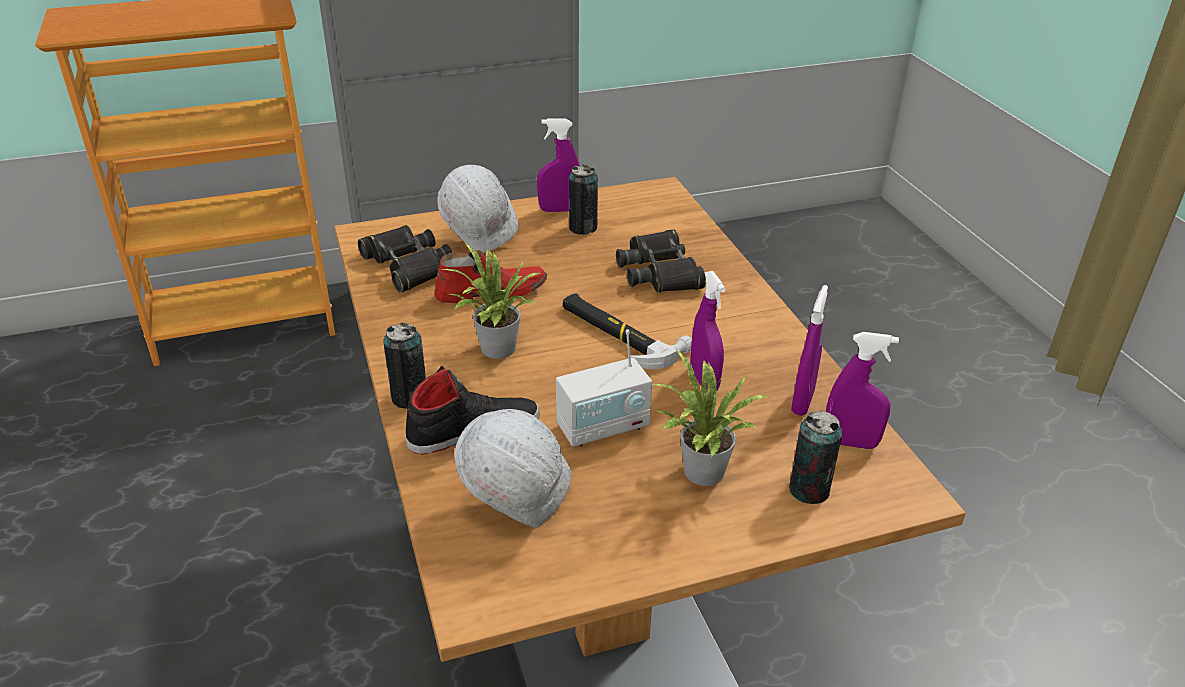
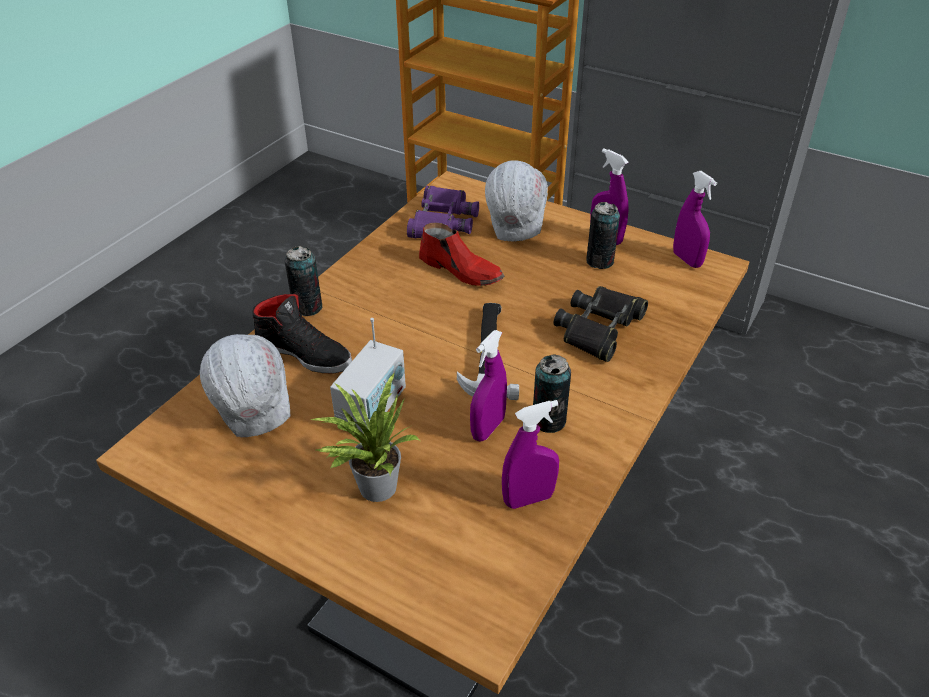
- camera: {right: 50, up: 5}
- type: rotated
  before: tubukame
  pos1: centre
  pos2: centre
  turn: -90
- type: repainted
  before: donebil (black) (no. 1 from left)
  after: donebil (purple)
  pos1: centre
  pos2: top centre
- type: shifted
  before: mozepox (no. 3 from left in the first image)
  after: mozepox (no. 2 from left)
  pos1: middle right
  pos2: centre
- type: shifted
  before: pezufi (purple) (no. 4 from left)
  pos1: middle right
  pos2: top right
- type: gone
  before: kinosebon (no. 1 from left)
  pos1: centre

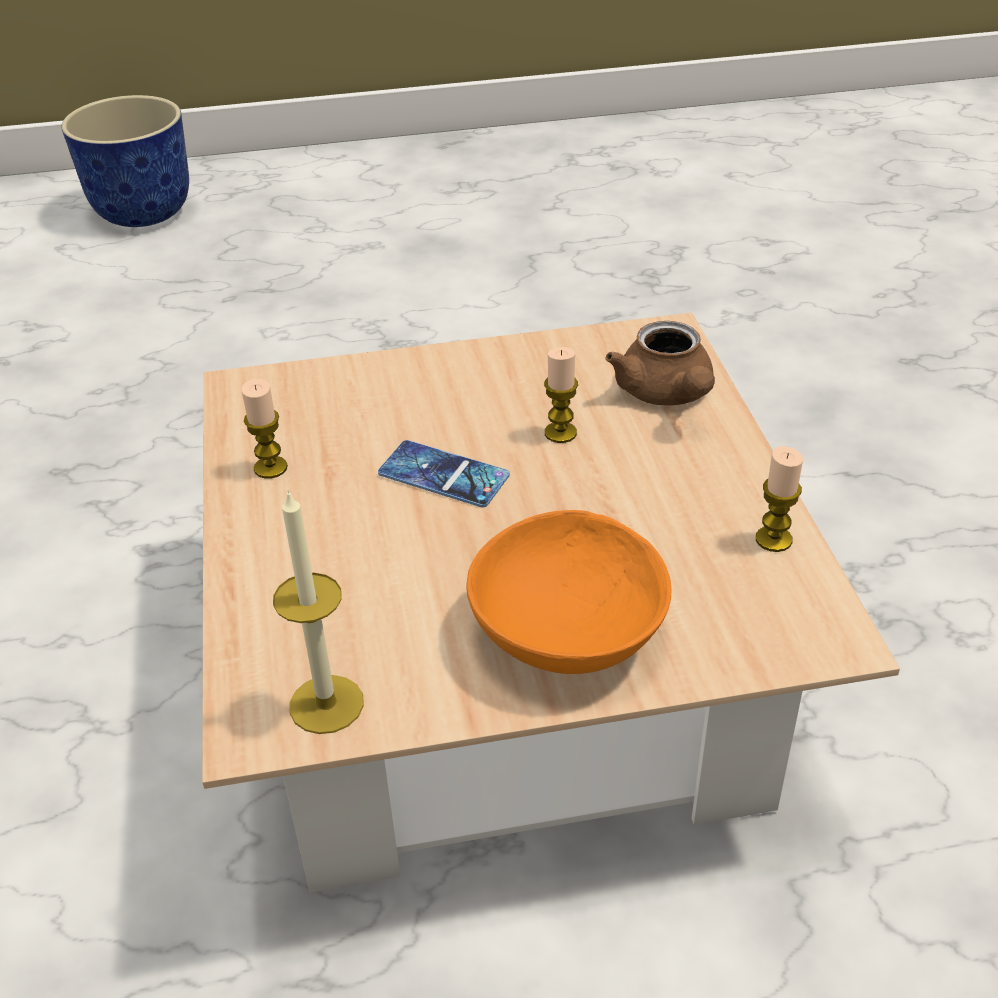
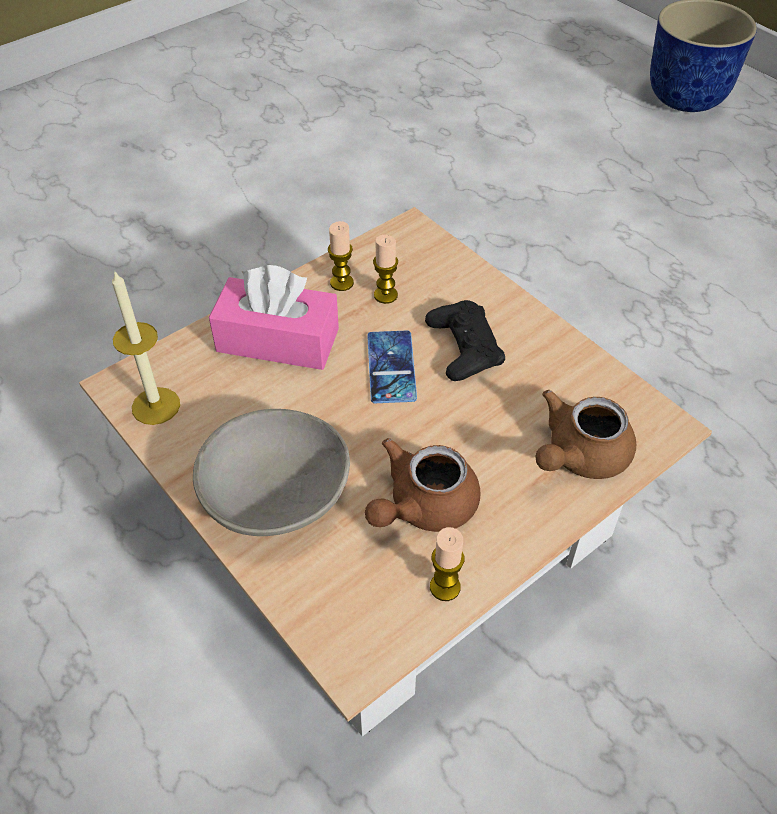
- camera: {right: 60, up: 10}
- type: repainted
  before: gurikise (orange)
  after: gurikise (grey)
  pos1: centre
  pos2: centre
- type: new
  after: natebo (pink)
  pos2: centre
- type: new
  after: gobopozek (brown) (no. 1 from left)
  pos2: centre
- type: shifted
  before: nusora (no. 3 from left)
  pos1: centre
  pos2: top centre
- type: new
  after: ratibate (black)
  pos2: centre

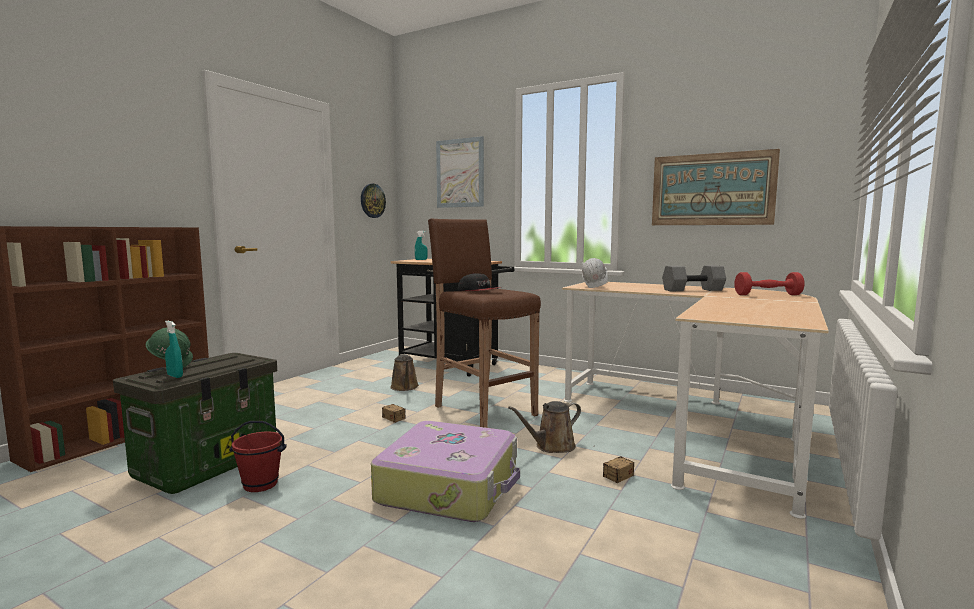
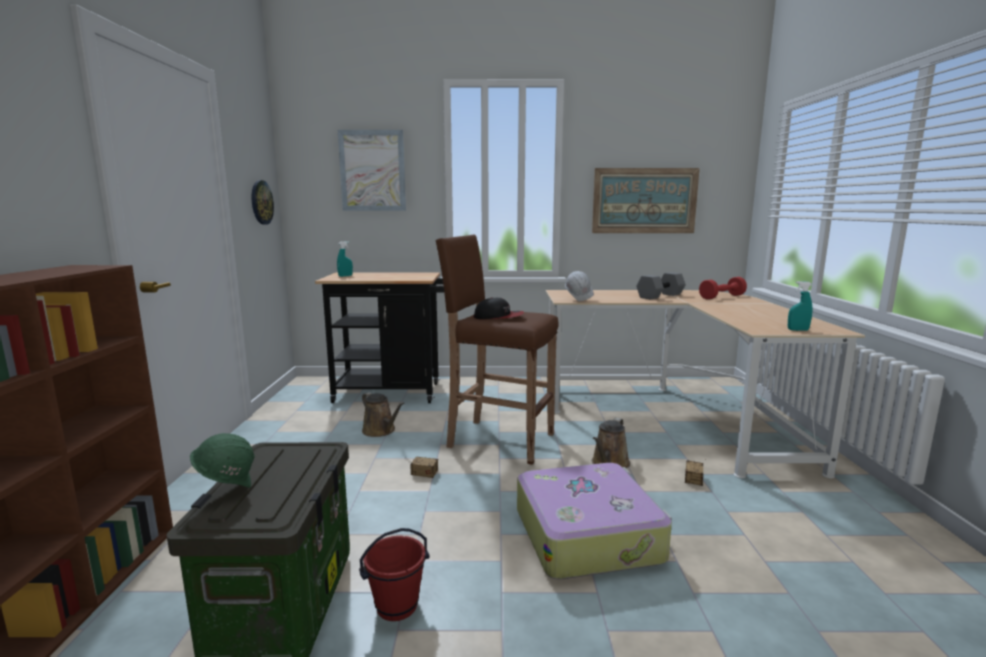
- camera: {right: -30, up: 5}
- type: shifted
  before: pezufi (turquoise) (no. 1 from left in the first image)
  after: pezufi (turquoise) (no. 2 from left)
  pos1: middle left
  pos2: middle right

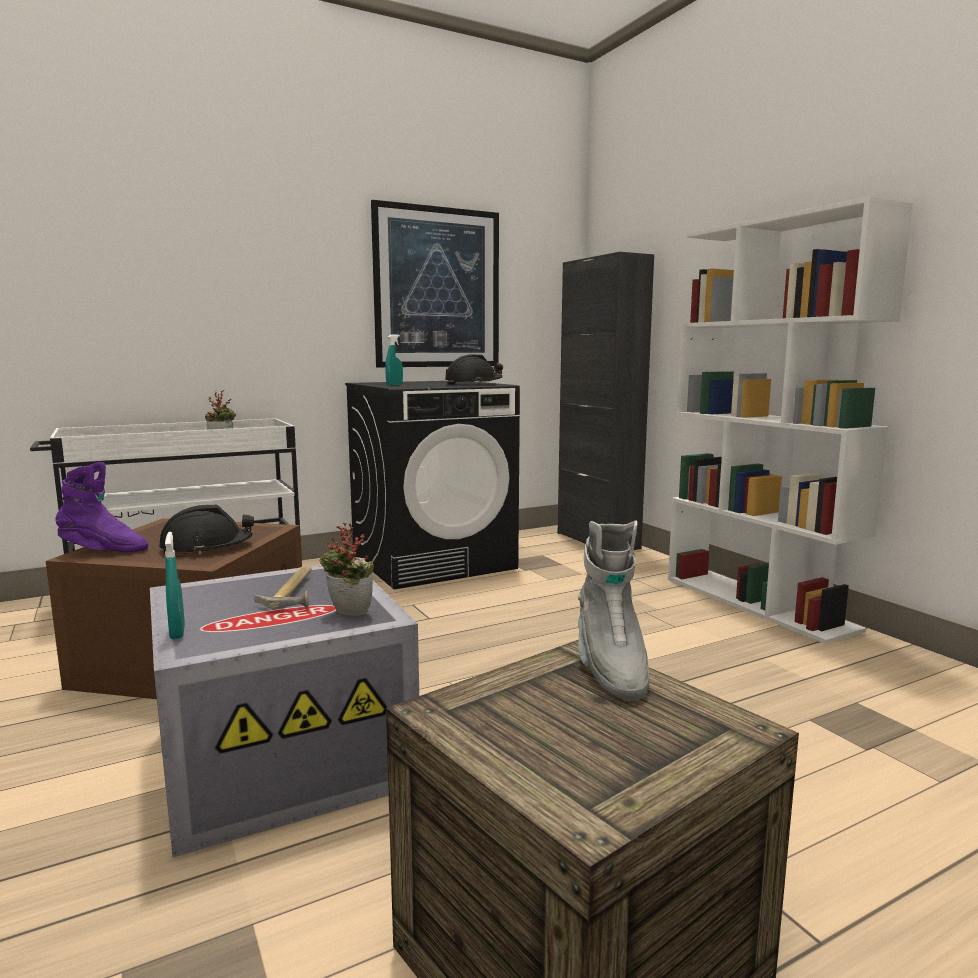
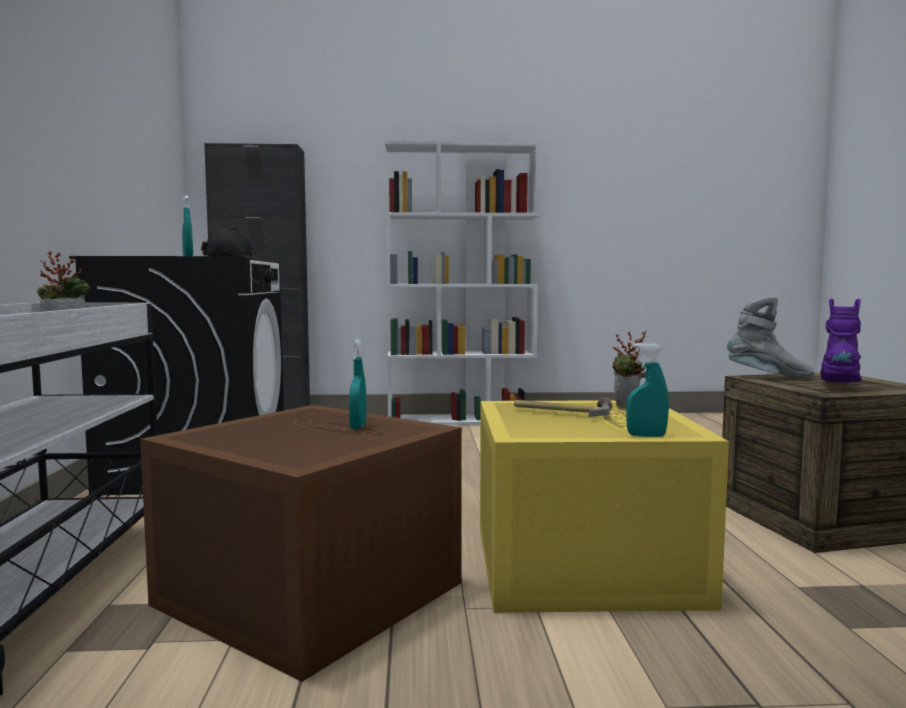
- camera: {right: -65, up: -5}
- type: swapped
  before: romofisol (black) (no. 1 from left)
  after: pezufi (turquoise) (no. 2 from left)
  pos1: middle left
  pos2: centre
- type: repainted
  before: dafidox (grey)
  after: dafidox (yellow)
  pos1: bottom left
  pos2: bottom right
- type: shifted
  before: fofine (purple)
  pos1: middle left
  pos2: middle right
- type: gone
  before: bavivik
  pos1: top centre

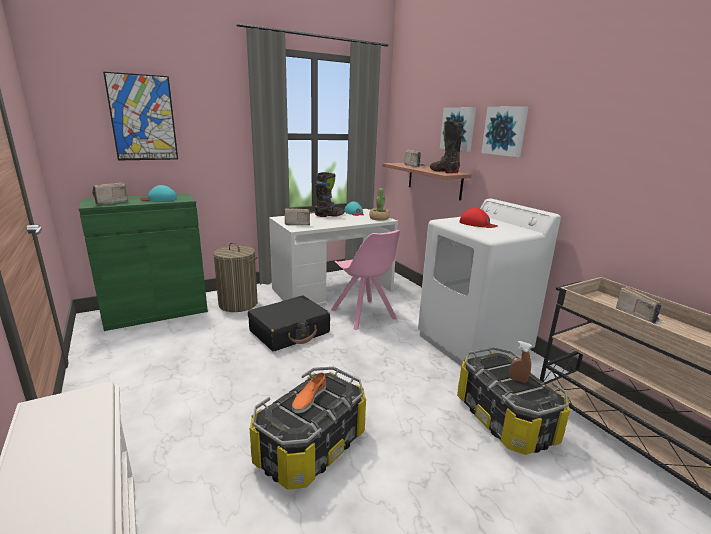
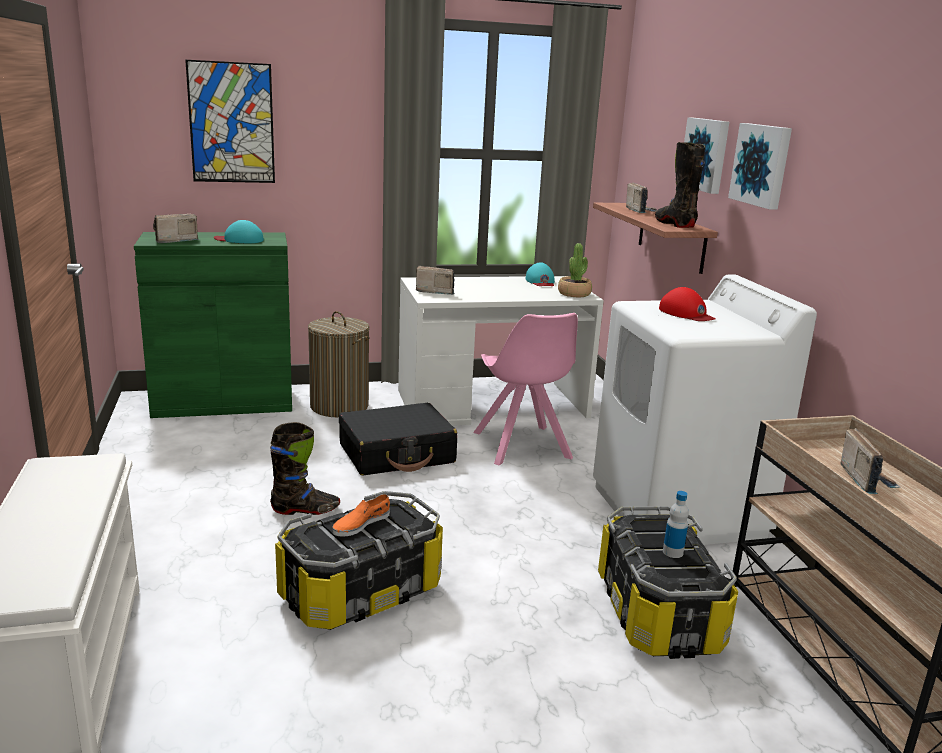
- camera: {right: 15, up: 0}
- type: shifted
  before: fofine (black) (no. 1 from left)
  pos1: centre
  pos2: middle left
- type: swapped
  before: pezufi (brown)
  after: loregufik
  pos1: bottom right
  pos2: bottom right

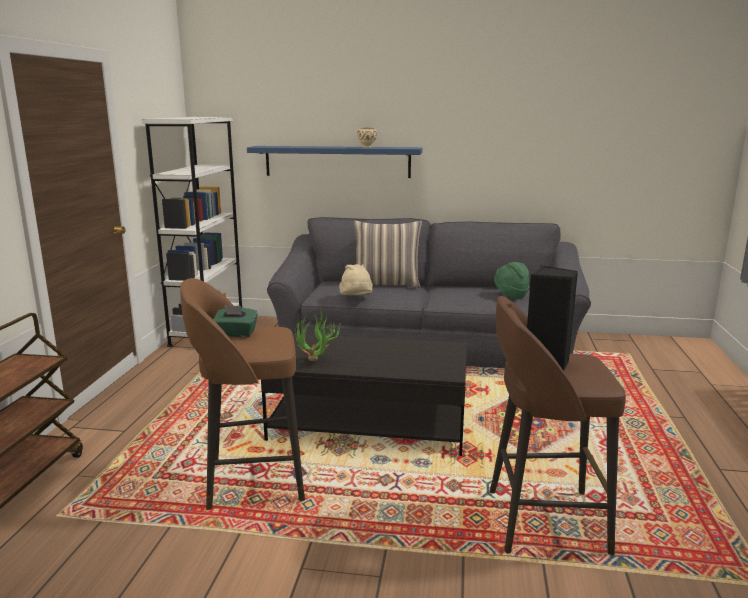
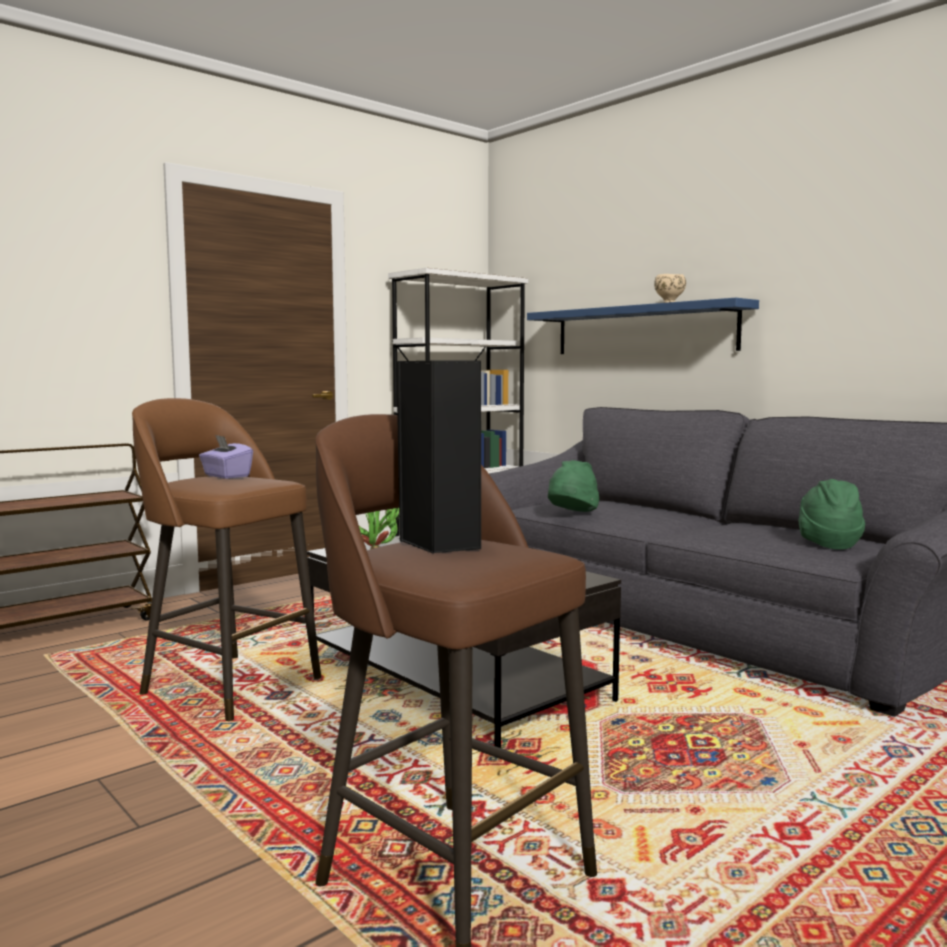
- camera: {right: 40, up: -10}
- type: repainted
  before: natebo (green)
  after: natebo (purple)
  pos1: middle left
  pos2: middle left
- type: repainted
  before: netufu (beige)
  after: netufu (green) (no. 1 from left)
  pos1: centre
  pos2: centre
- type: gone
  before: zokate
  pos1: centre

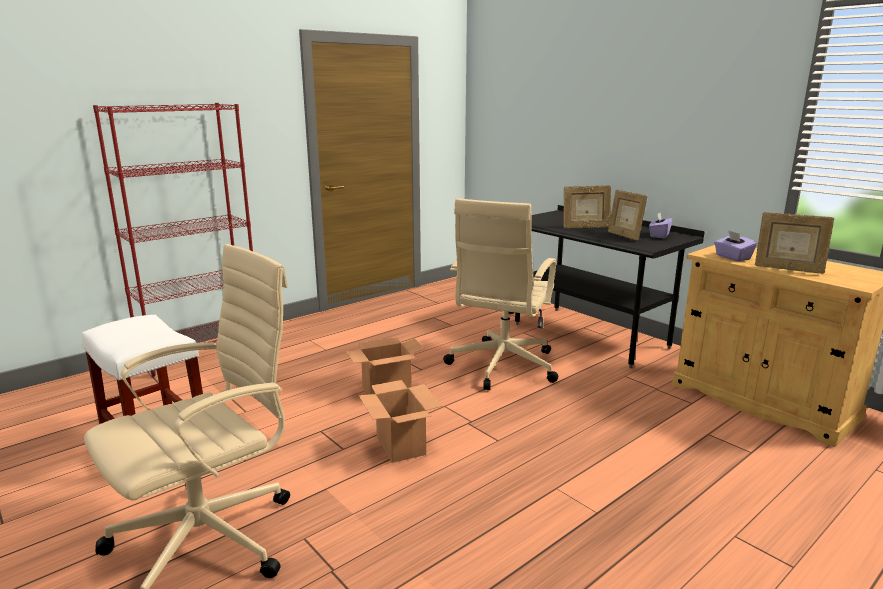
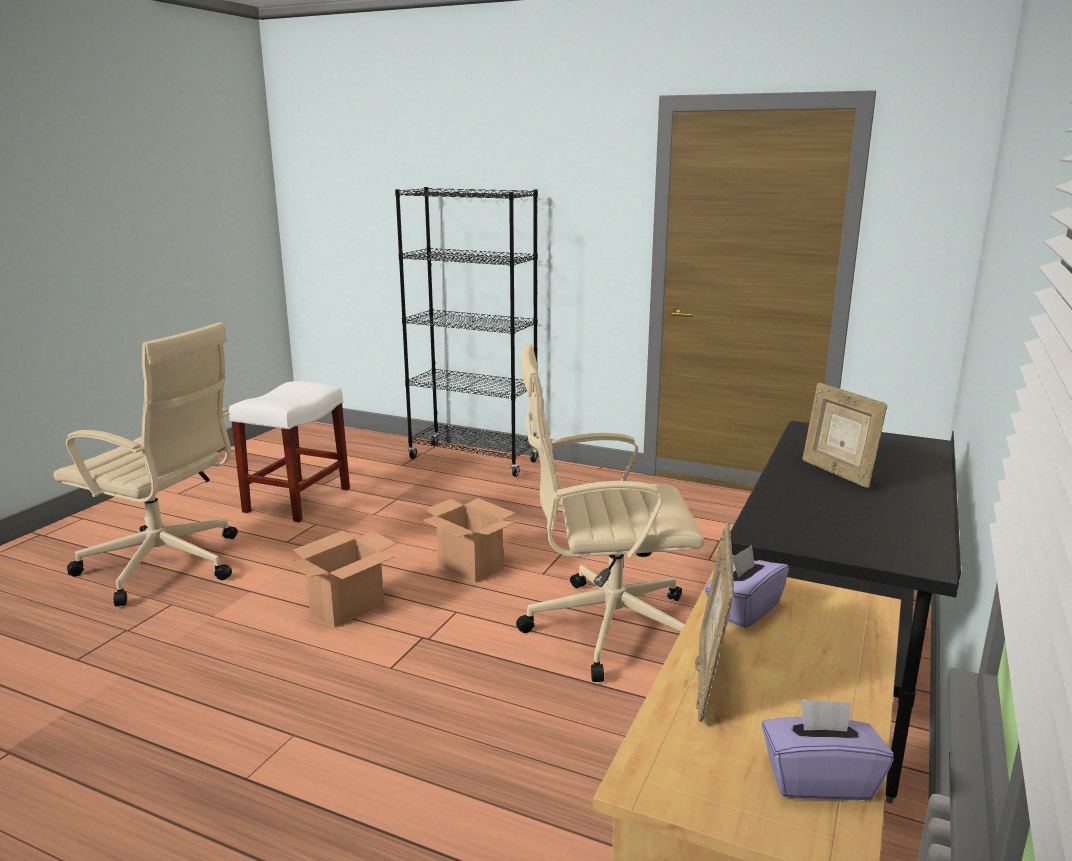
- camera: {right: 65, up: 0}
- type: repainted
  before: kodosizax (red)
  after: kodosizax (black)
  pos1: middle left
  pos2: centre
- type: shifted
  before: natebo (purple) (no. 1 from left in the first image)
  after: natebo (purple) (no. 2 from left)
  pos1: middle right
  pos2: bottom right
- type: gone
  before: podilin (no. 2 from left)
  pos1: middle right

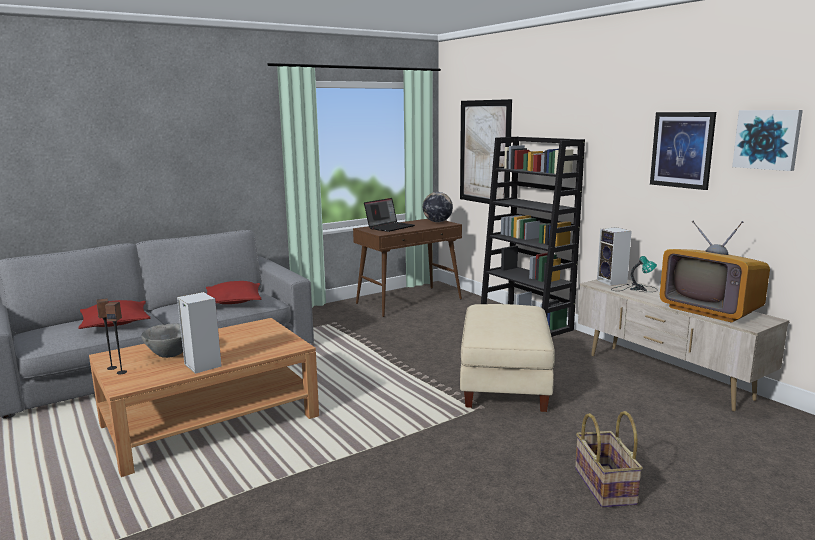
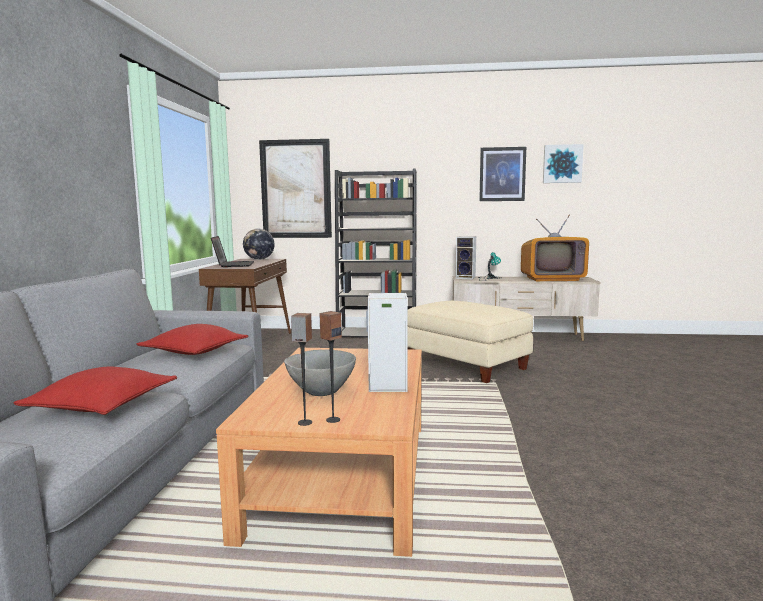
- camera: {right: -50, up: -5}
- type: gone
  before: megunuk
  pos1: bottom right

